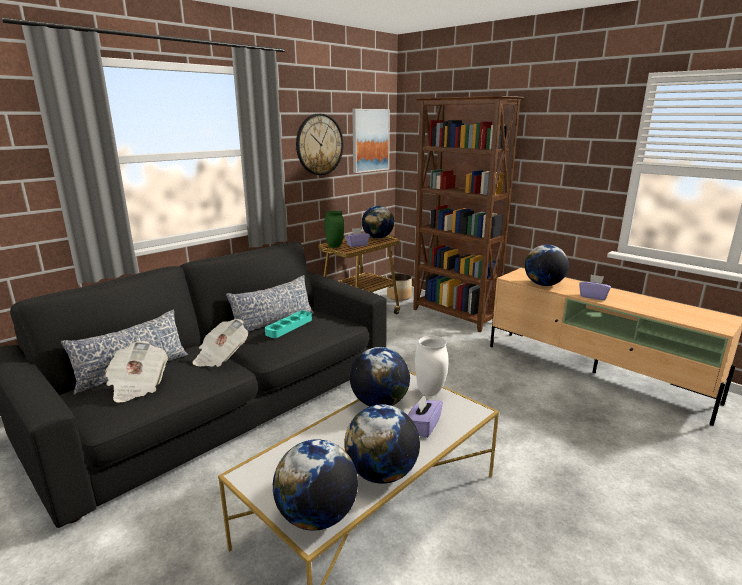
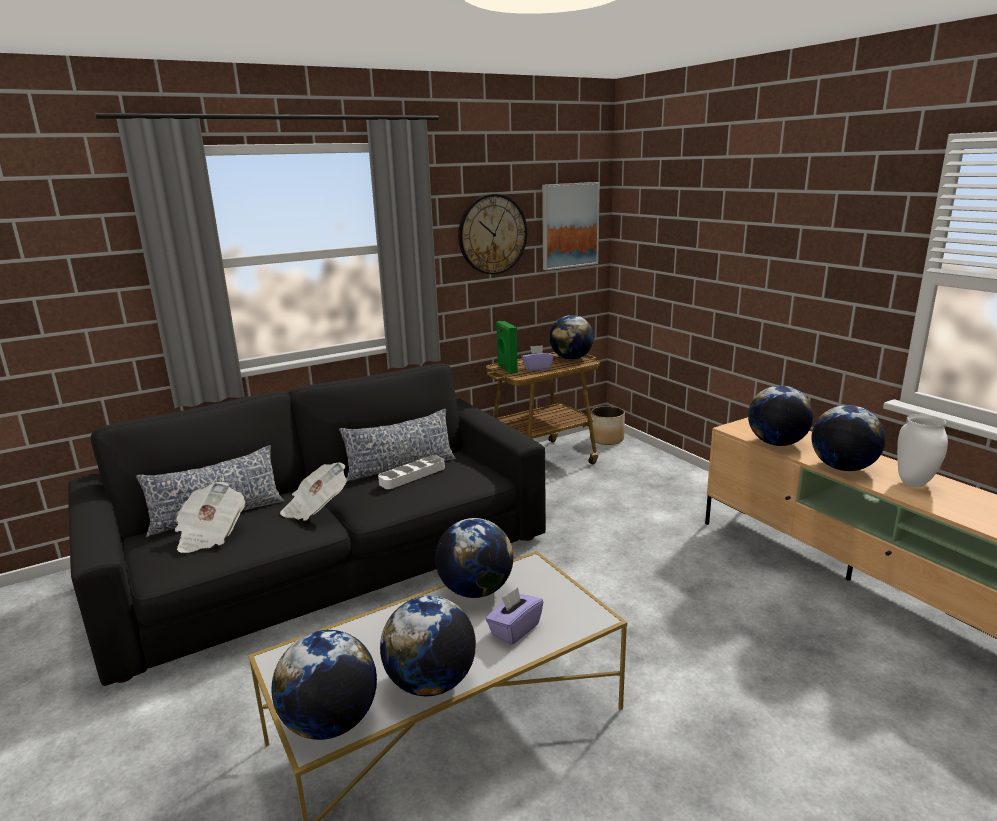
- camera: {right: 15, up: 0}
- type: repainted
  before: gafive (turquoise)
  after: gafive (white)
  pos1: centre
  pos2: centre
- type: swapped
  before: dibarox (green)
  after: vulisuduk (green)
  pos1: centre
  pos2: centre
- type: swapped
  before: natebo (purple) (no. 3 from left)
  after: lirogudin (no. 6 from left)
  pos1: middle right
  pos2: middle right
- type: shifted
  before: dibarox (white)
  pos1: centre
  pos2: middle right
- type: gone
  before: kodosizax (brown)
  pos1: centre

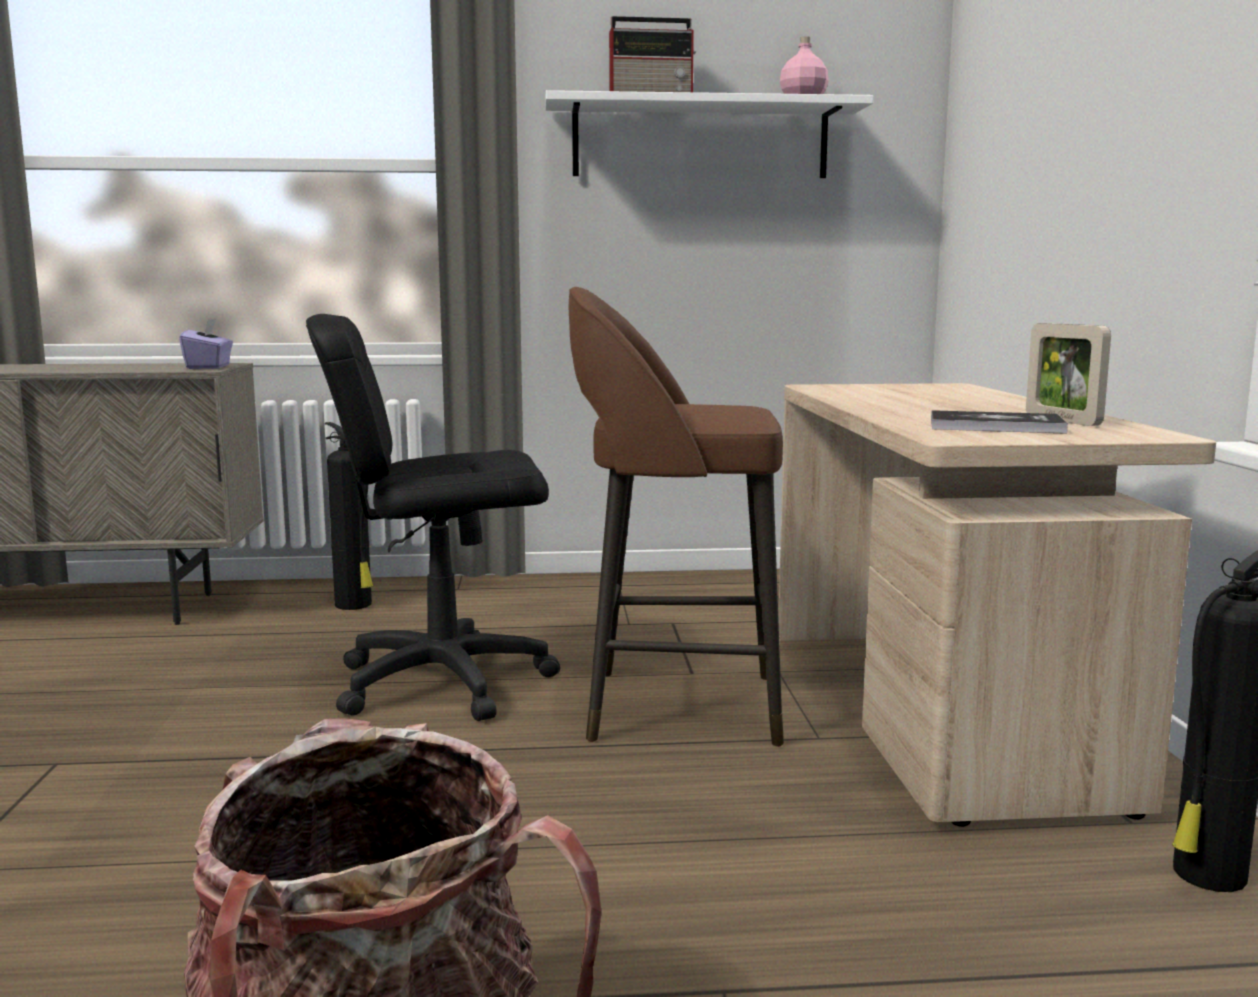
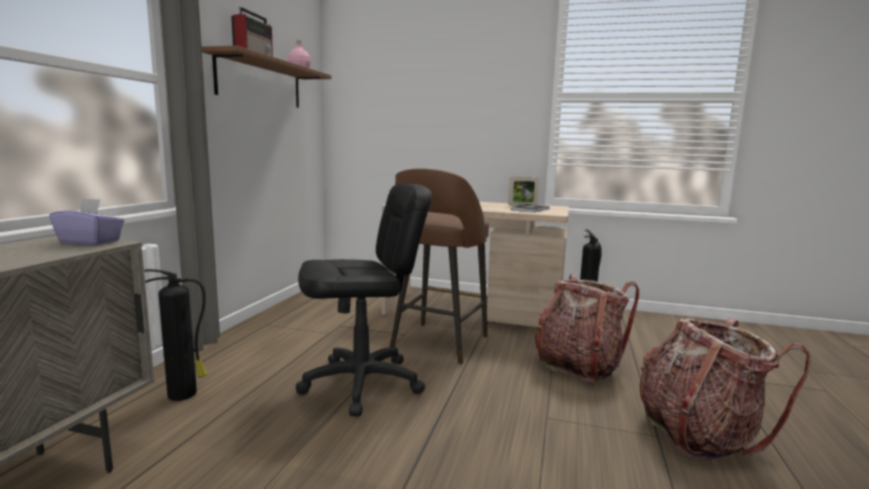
- camera: {right: -70, up: 0}
- type: repainted
  before: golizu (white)
  after: golizu (brown)
  pos1: top centre
  pos2: top left
- type: rotated
  before: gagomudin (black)
  pos1: centre
  pos2: centre
  turn: -120
- type: new
  after: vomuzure (no. 1 from left)
  pos2: bottom right

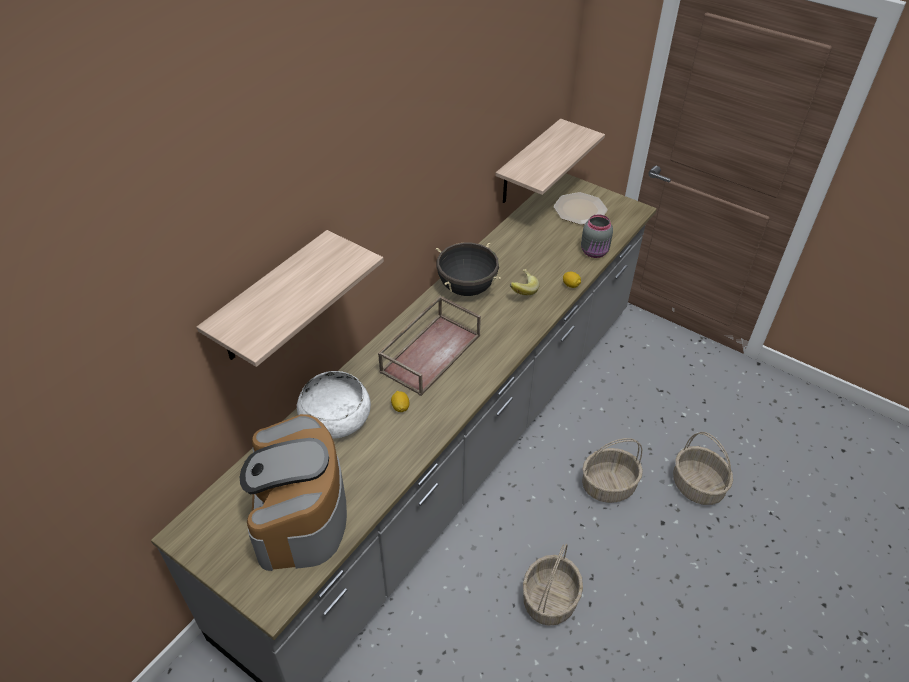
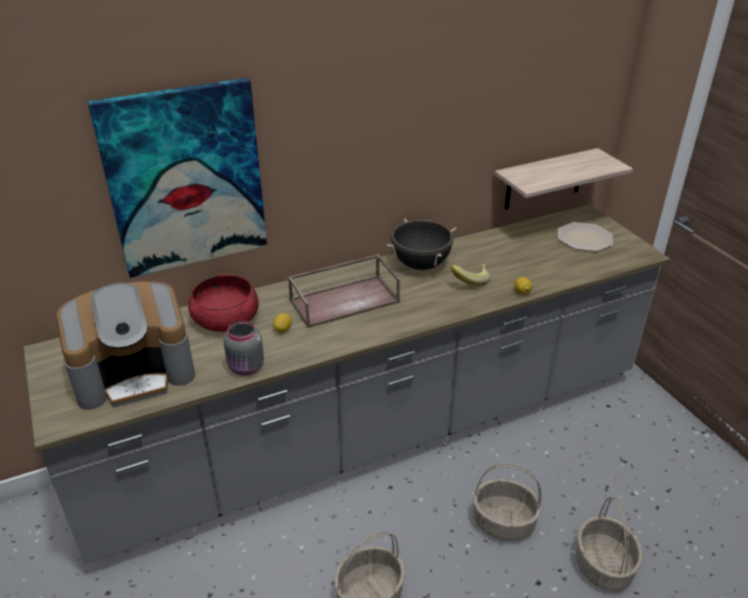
- camera: {right: 30, up: -10}
- type: rotated
  before: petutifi
  pos1: bottom left
  pos2: middle left
  turn: -135
- type: swapped
  before: golizu (no. 1 from left)
  after: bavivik
  pos1: middle left
  pos2: top left
- type: repainted
  before: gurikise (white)
  after: gurikise (red)
  pos1: centre
  pos2: middle left
- type: shifted
  before: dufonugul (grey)
  pos1: centre
  pos2: middle left

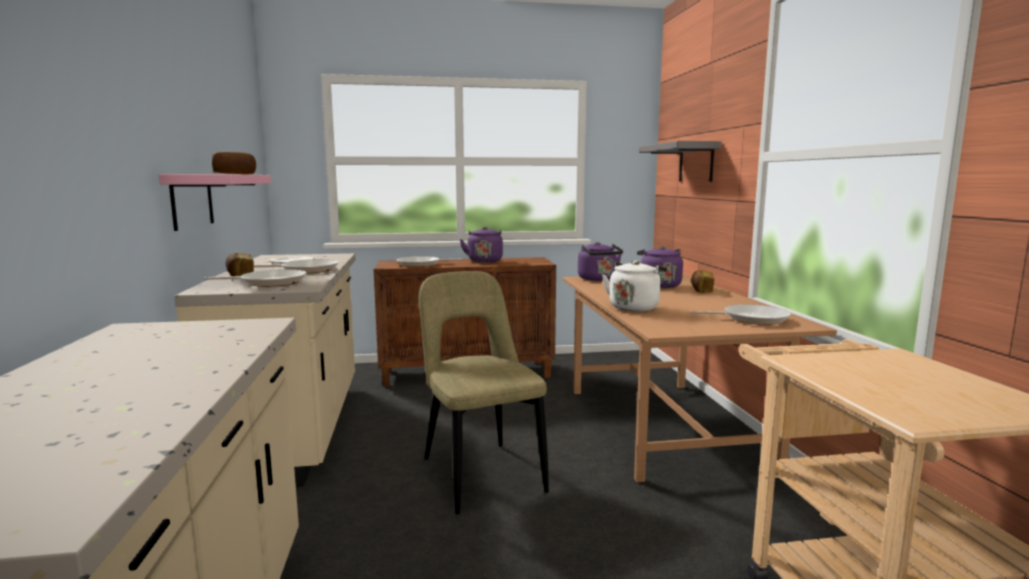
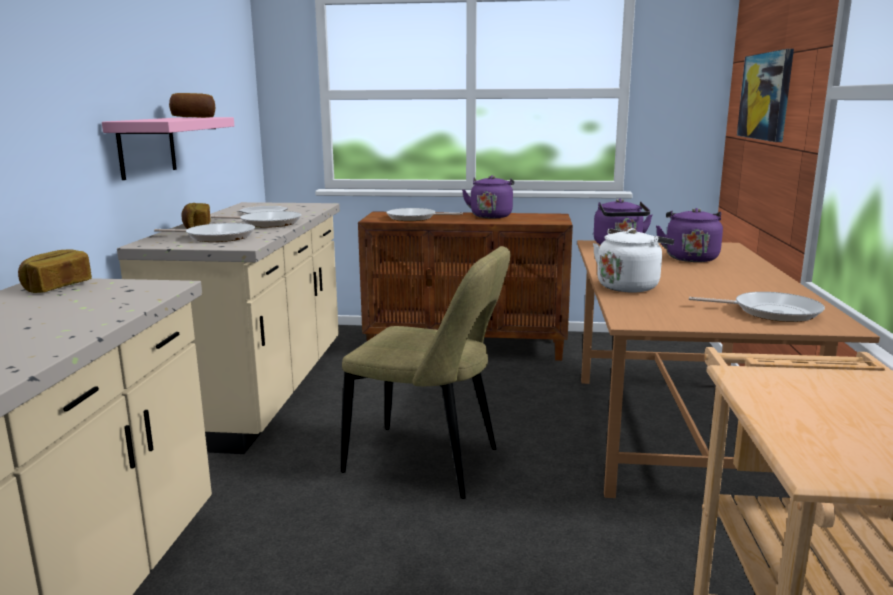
- camera: {right: 15, up: 5}
- type: shifted
  before: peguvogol (no. 3 from left in the first image)
  after: peguvogol (no. 1 from left)
  pos1: middle right
  pos2: middle left
- type: rotated
  before: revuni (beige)
  pos1: bottom centre
  pos2: centre
  turn: 120
- type: swapped
  before: golizu (grey)
  after: bavivik
  pos1: top centre
  pos2: top right

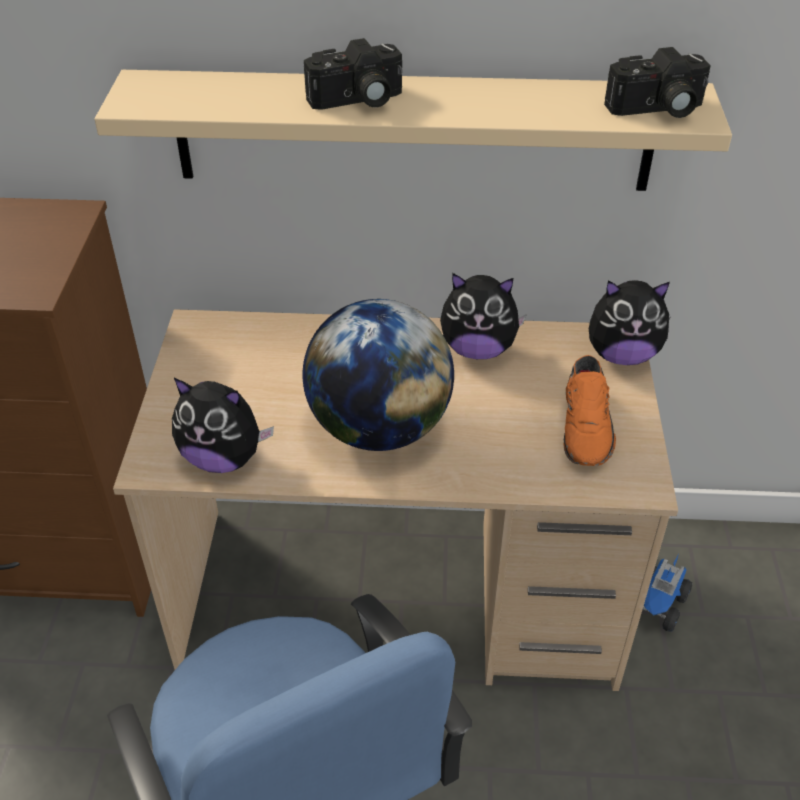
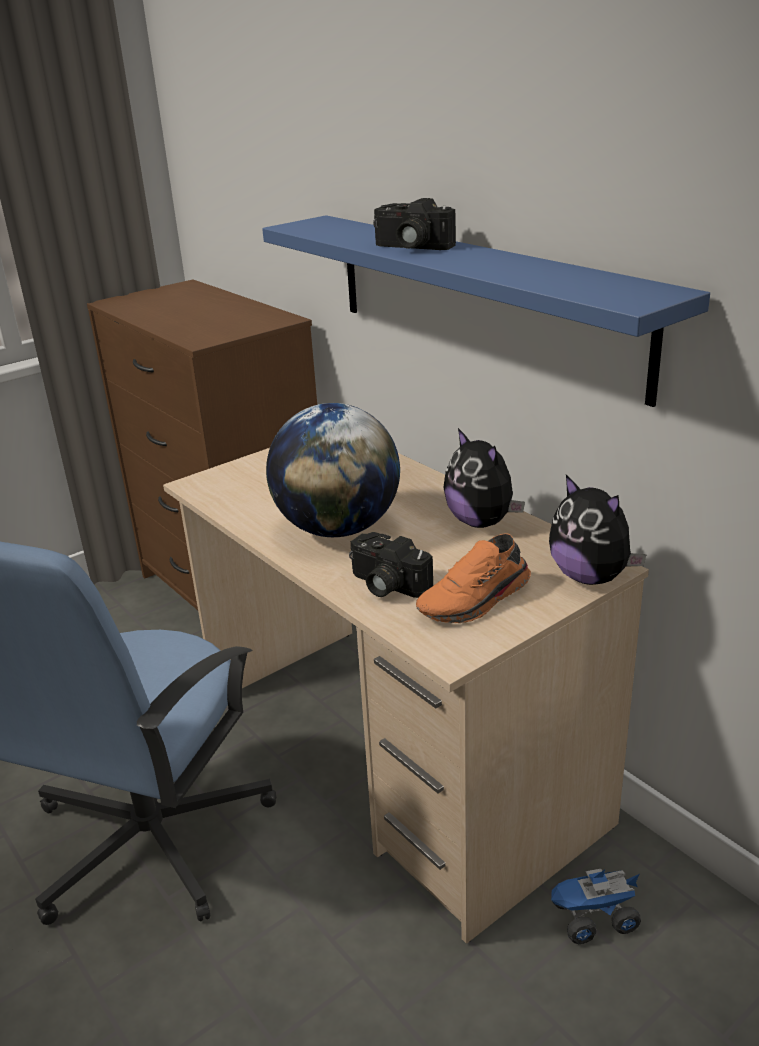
- camera: {right: 50, up: -15}
- type: repainted
  before: golizu (beige)
  after: golizu (blue)
  pos1: top centre
  pos2: top centre
- type: shifted
  before: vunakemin (no. 2 from left in the first image)
  after: vunakemin (no. 1 from left)
  pos1: top right
  pos2: centre
- type: gone
  before: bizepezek (no. 1 from left)
  pos1: middle left

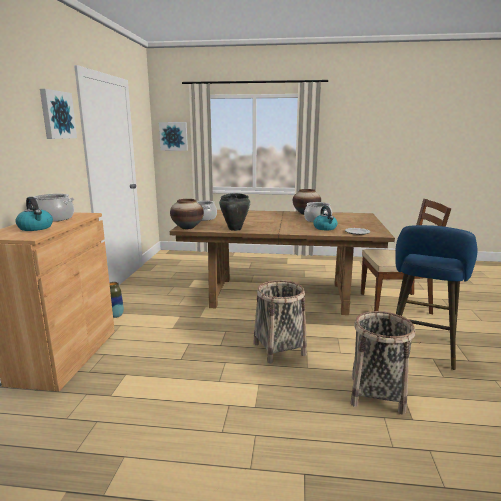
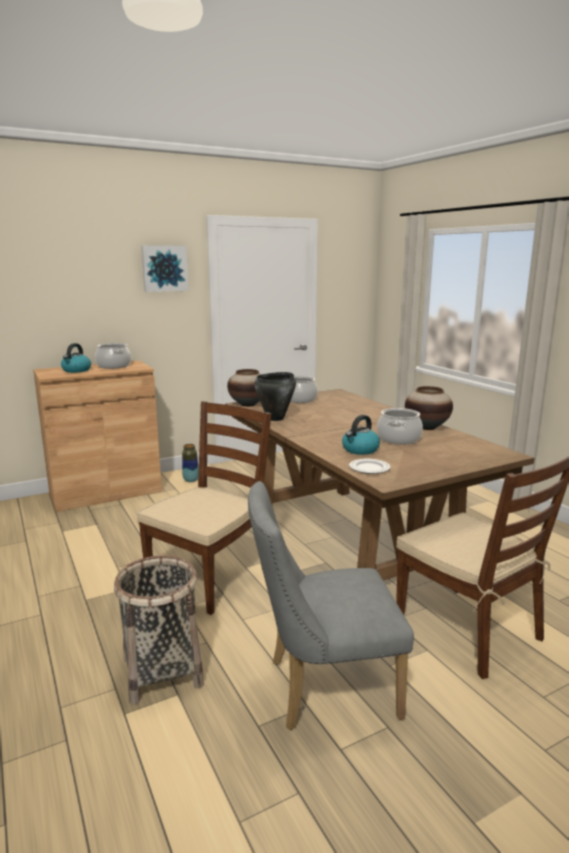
- camera: {right: 55, up: 0}
- type: swapped
  before: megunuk (no. 1 from left)
  after: revuni (brown) (no. 1 from left)
  pos1: centre
  pos2: centre
- type: swapped
  before: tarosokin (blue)
  after: revuni (grey)
  pos1: middle right
  pos2: bottom centre
- type: gone
  before: bavivik (no. 2 from left)
  pos1: top centre

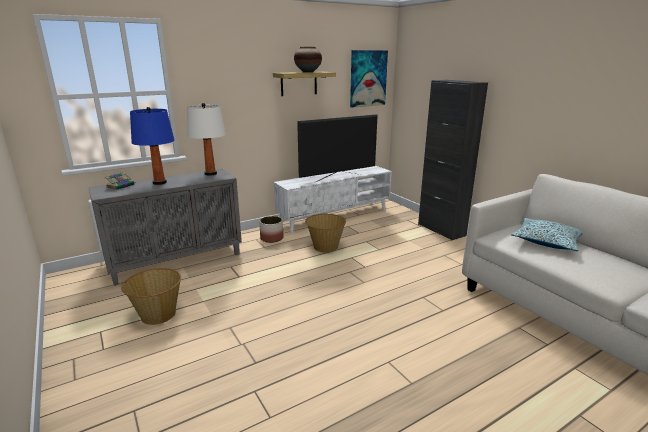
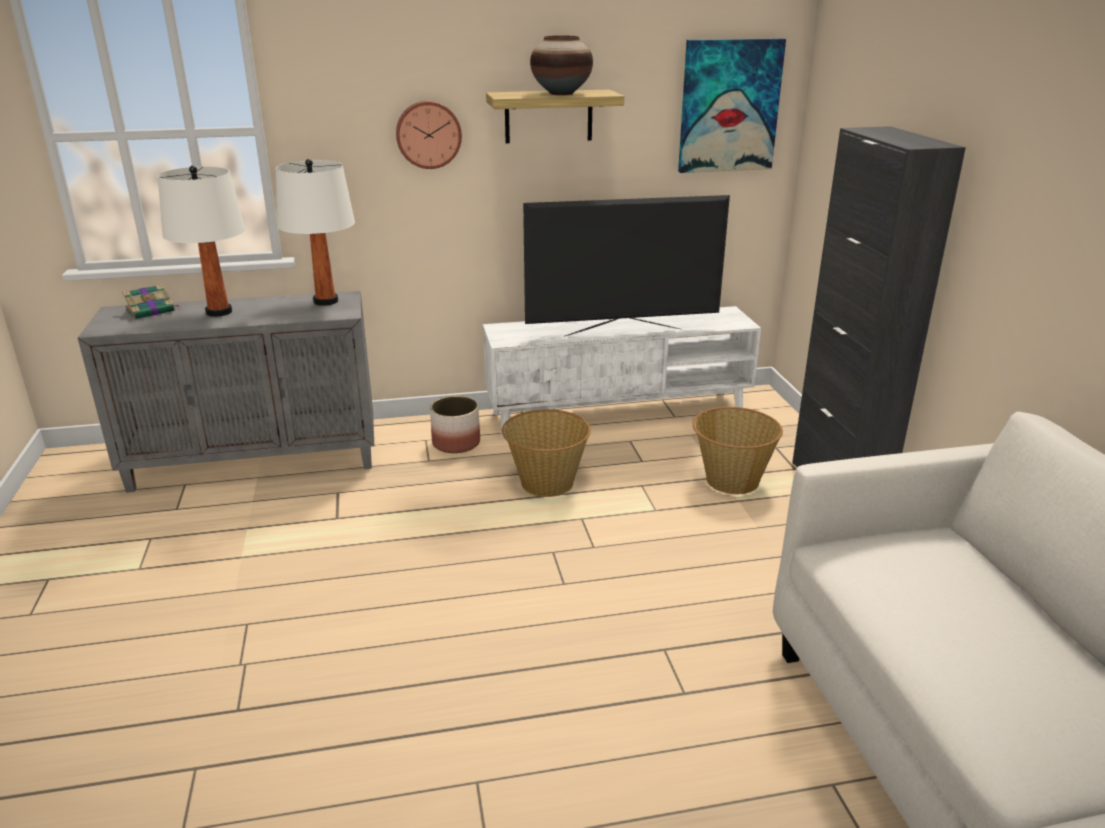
- camera: {right: 20, up: 5}
- type: repainted
  before: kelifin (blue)
  after: kelifin (white) (no. 1 from left)
  pos1: middle left
  pos2: top left
- type: new
  after: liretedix
  pos2: top centre
- type: shifted
  before: megunuk (no. 1 from left in the first image)
  after: megunuk (no. 2 from left)
  pos1: bottom left
  pos2: middle right
- type: gone
  before: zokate
  pos1: middle right

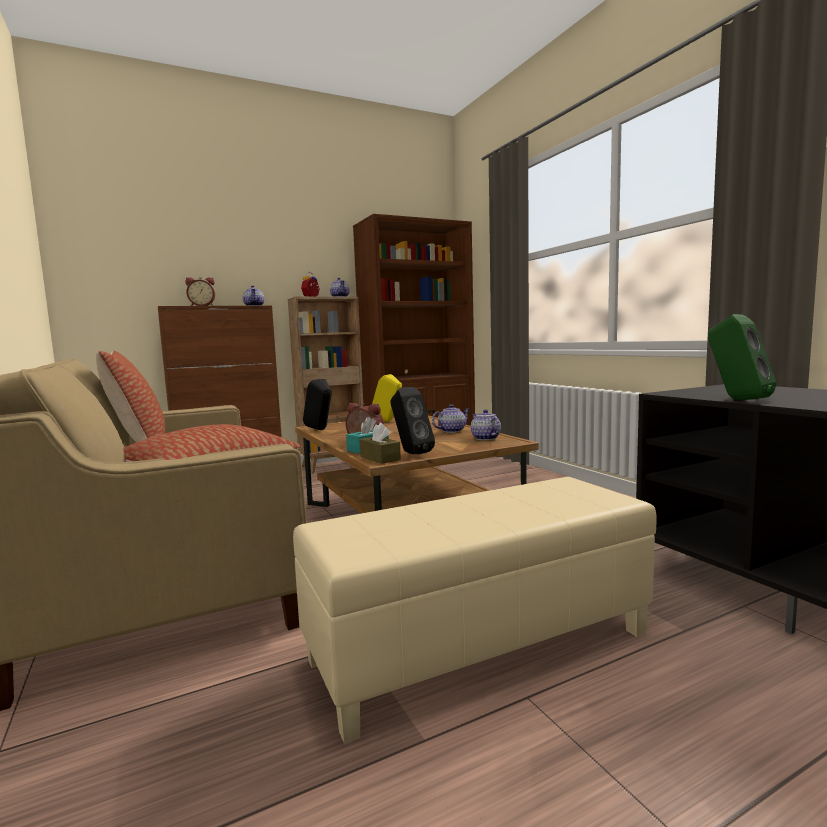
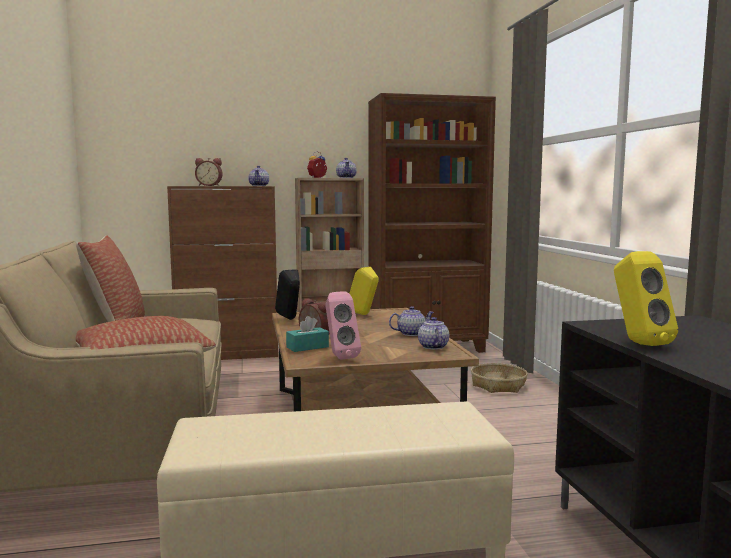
- camera: {right: 15, up: 0}
- type: repainted
  before: vulisuduk (black) (no. 2 from left)
  after: vulisuduk (pink)
  pos1: centre
  pos2: centre
- type: new
  after: megunuk
  pos2: bottom right
- type: repainted
  before: vulisuduk (green)
  after: vulisuduk (yellow) (no. 2 from left)
  pos1: middle right
  pos2: middle right
- type: gone
  before: natebo (brown)
  pos1: centre

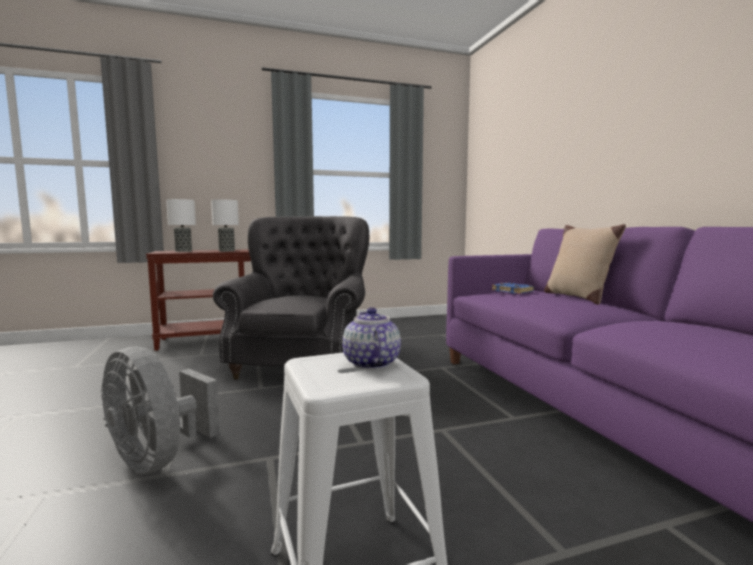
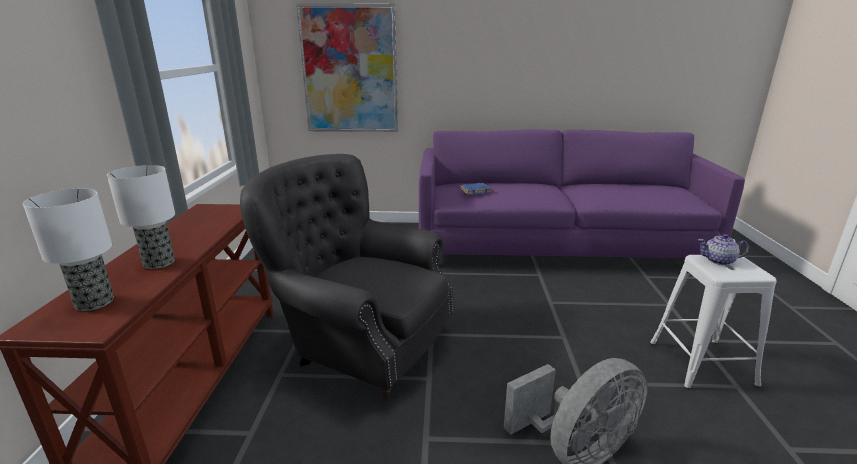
- camera: {right: -70, up: 15}
- type: new
  after: bavivik
  pos2: top centre
- type: gone
  before: zokate (beige)
  pos1: middle right

